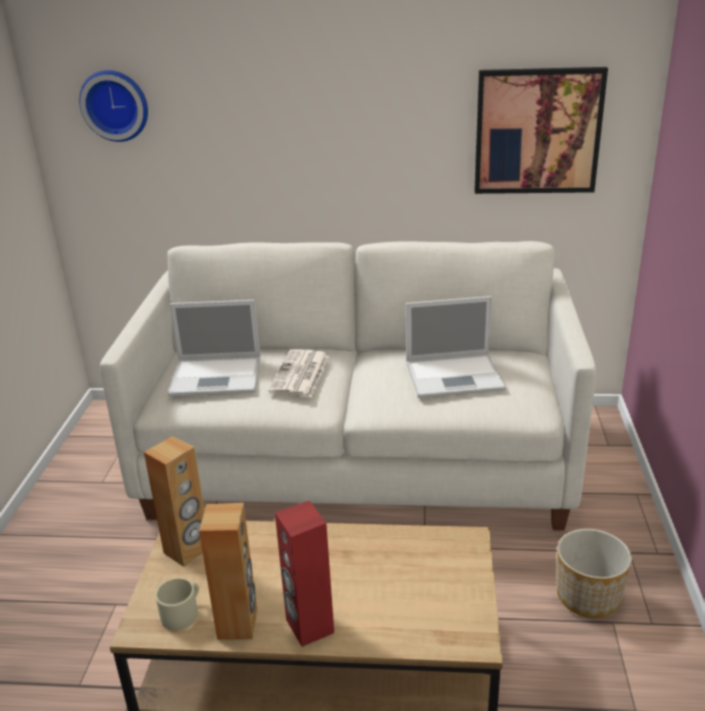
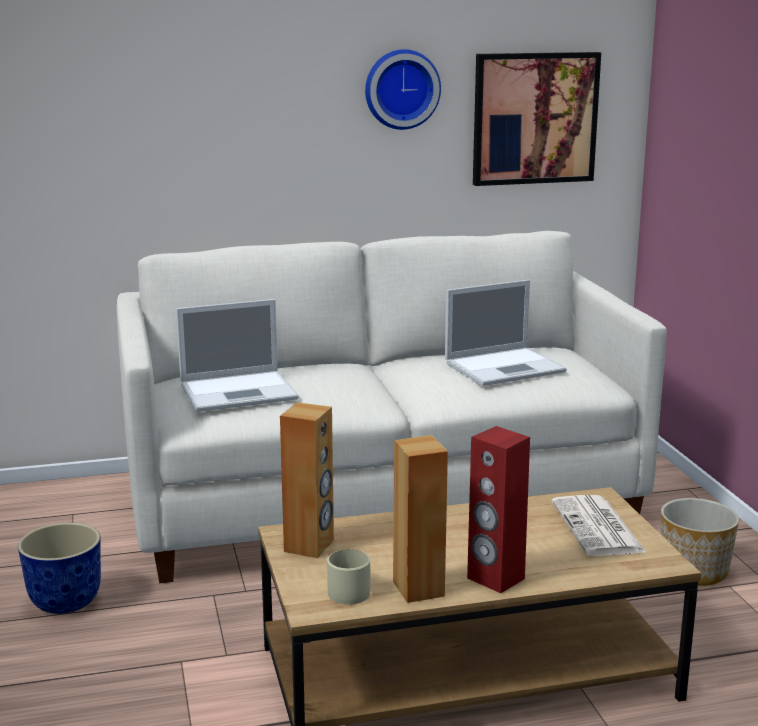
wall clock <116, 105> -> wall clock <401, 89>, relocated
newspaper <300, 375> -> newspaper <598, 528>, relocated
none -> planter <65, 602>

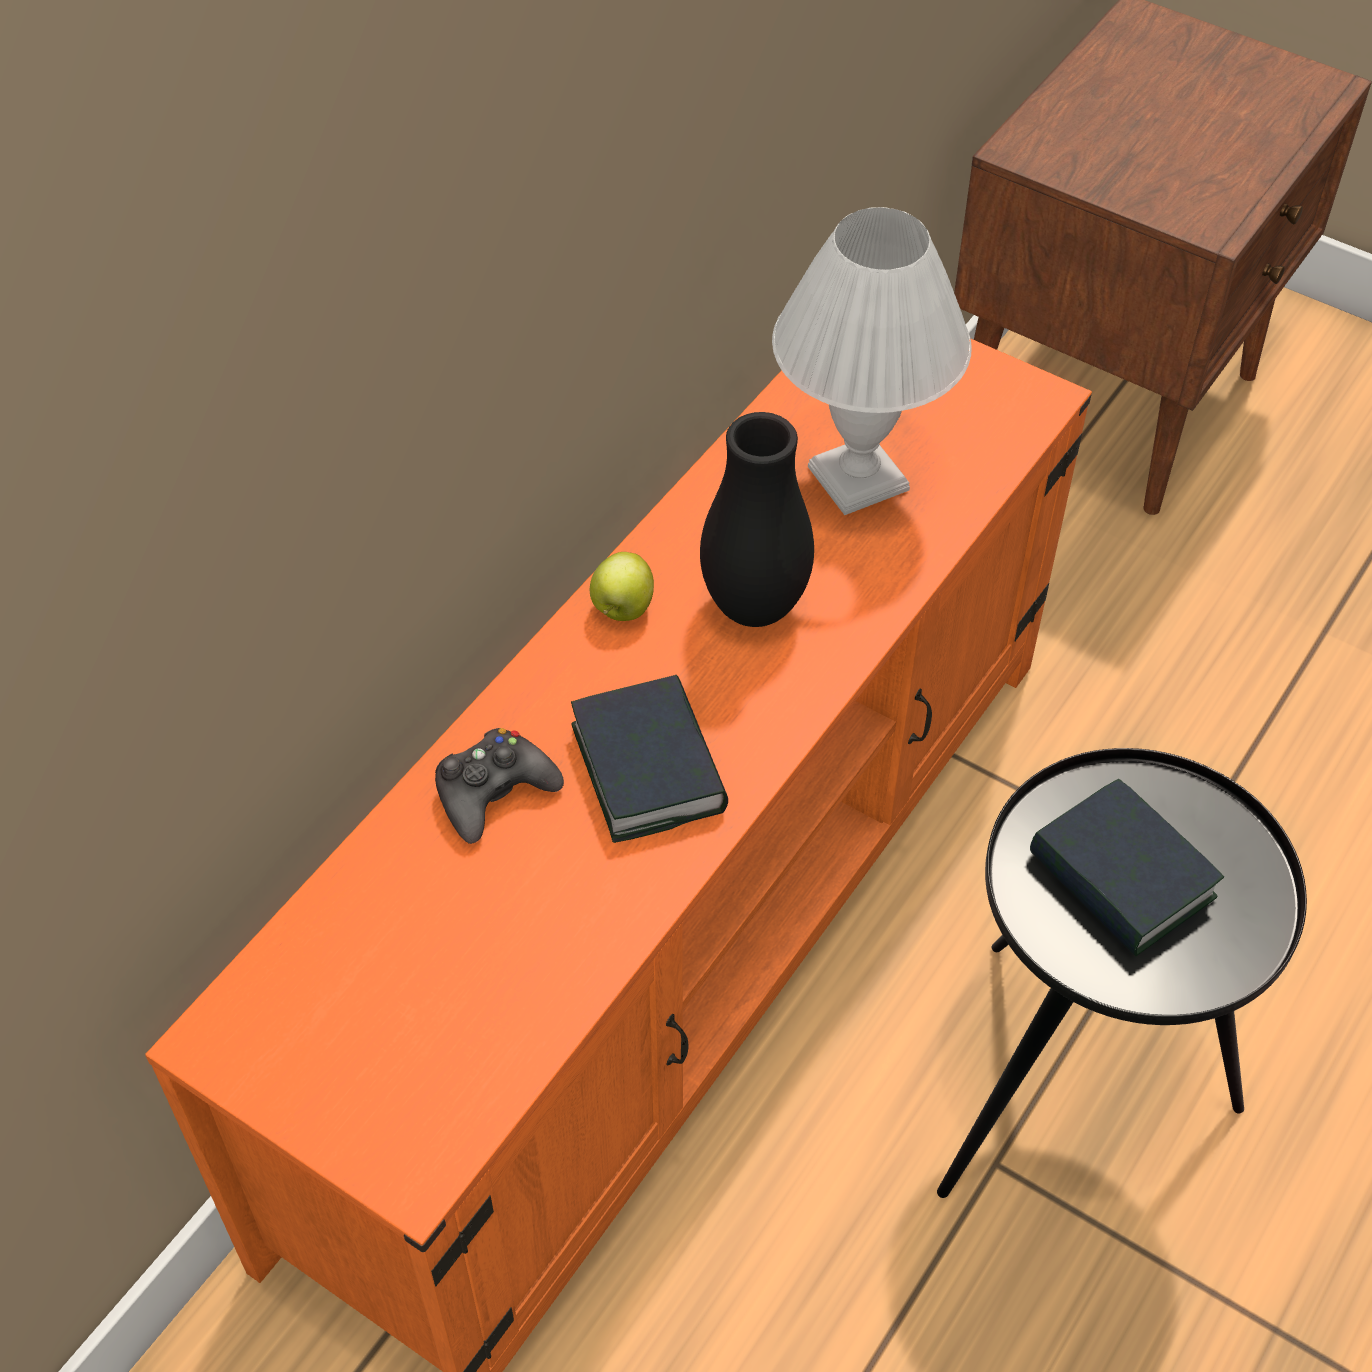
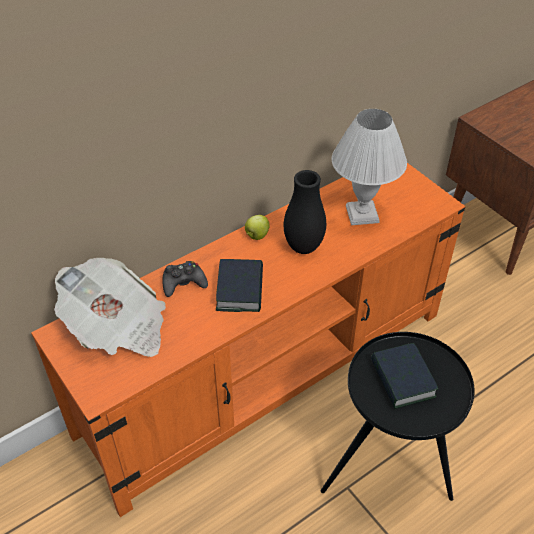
none -> newspaper <117, 327>

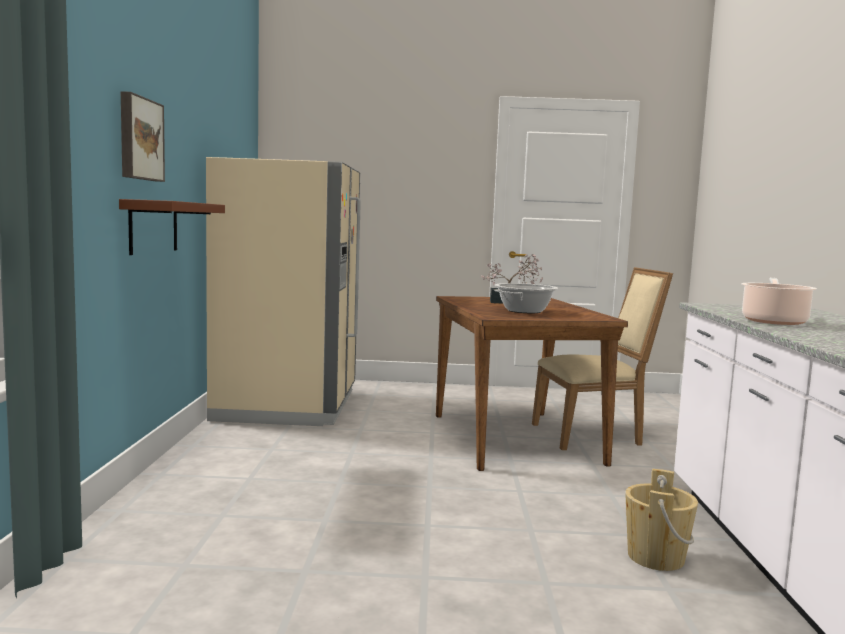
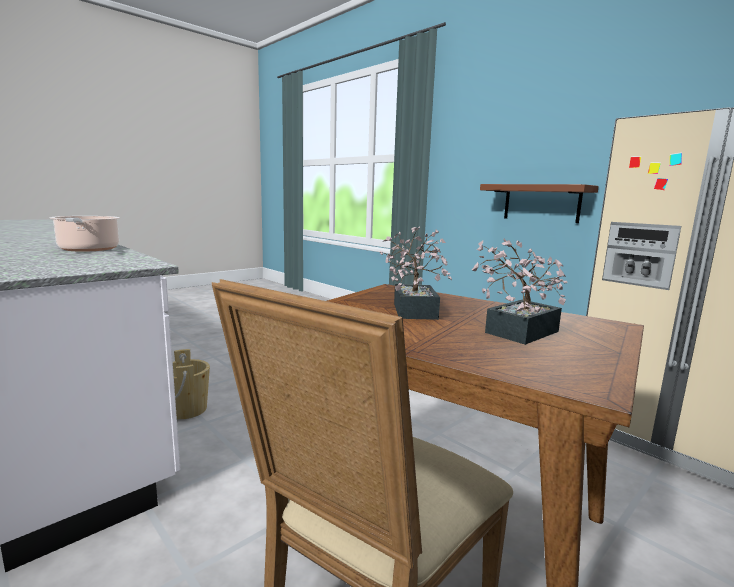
picture <139, 139> -> none
cooking pot <524, 311> -> potted plant <414, 309>

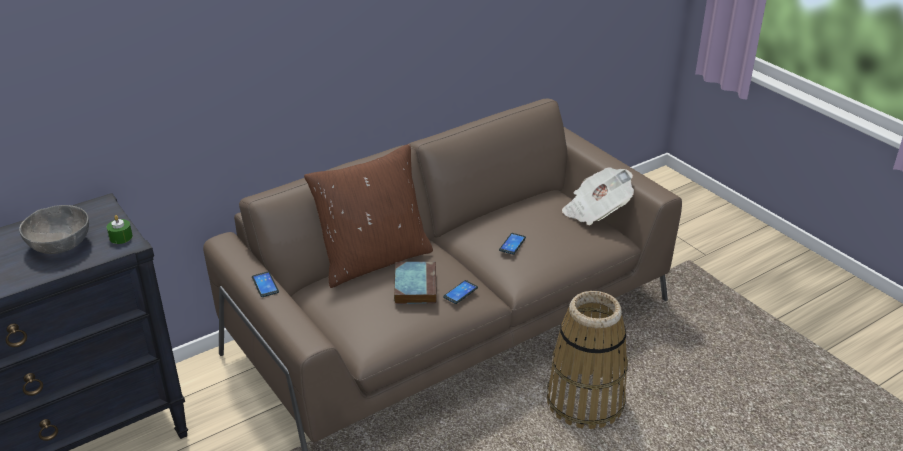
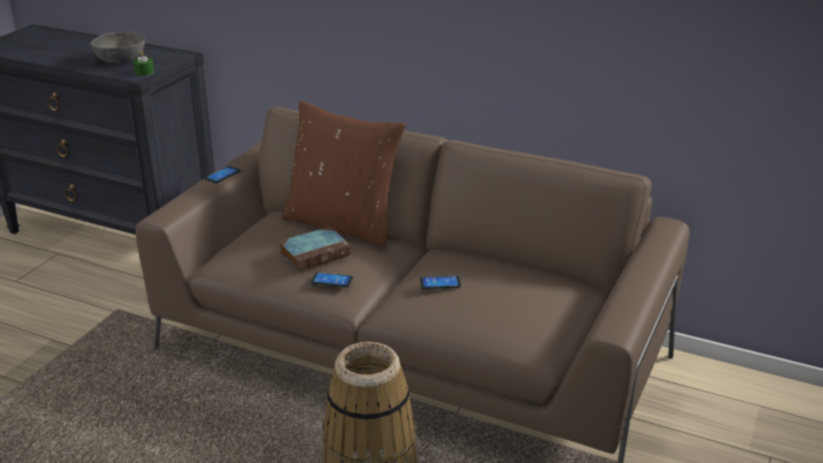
newspaper <596, 211> -> none

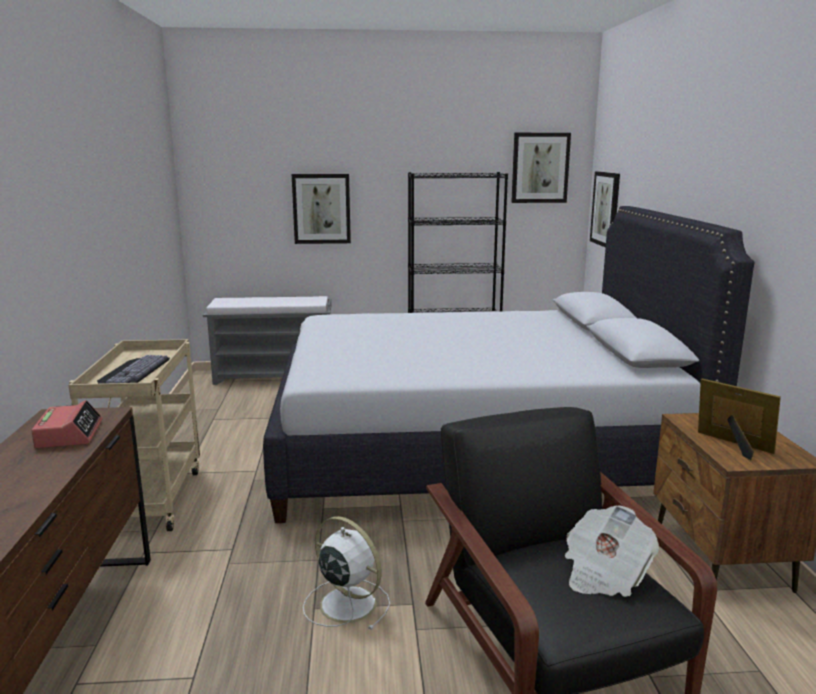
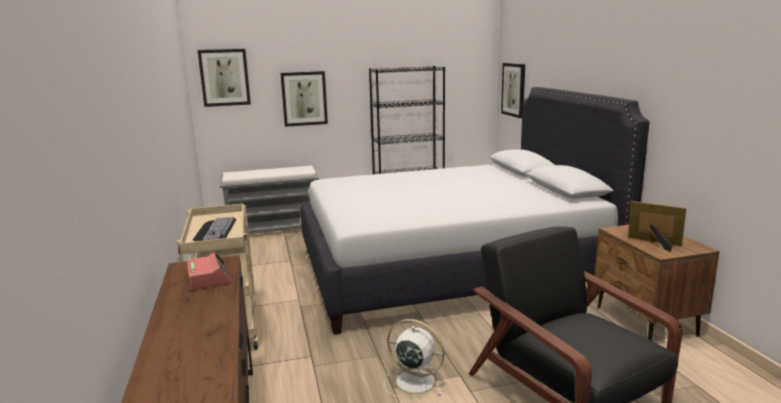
picture <540, 168> -> picture <224, 77>, relocated
newspaper <604, 573> -> none

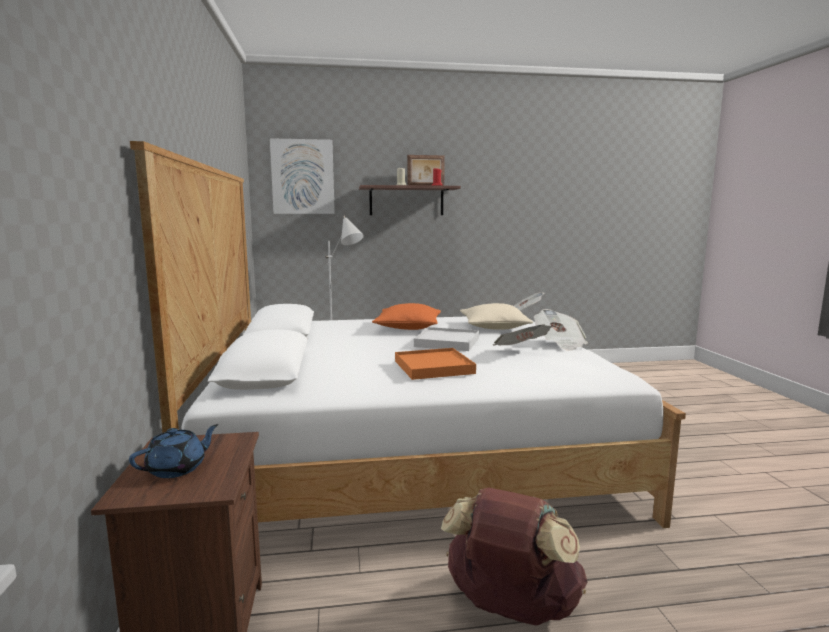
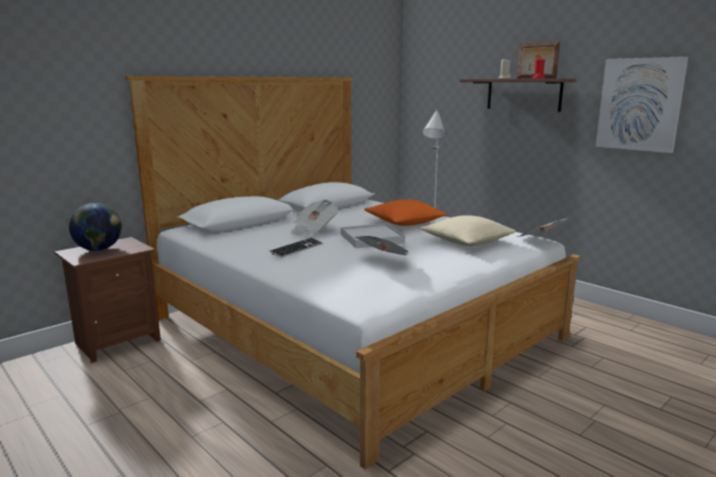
blue teapot <177, 468> -> globe <99, 250>
picture <303, 177> -> picture <639, 104>, relocated
orange tray <433, 367> -> keyboard <297, 249>
brown backpack <510, 608> -> none
newspaper <559, 344> -> newspaper <313, 230>, relocated

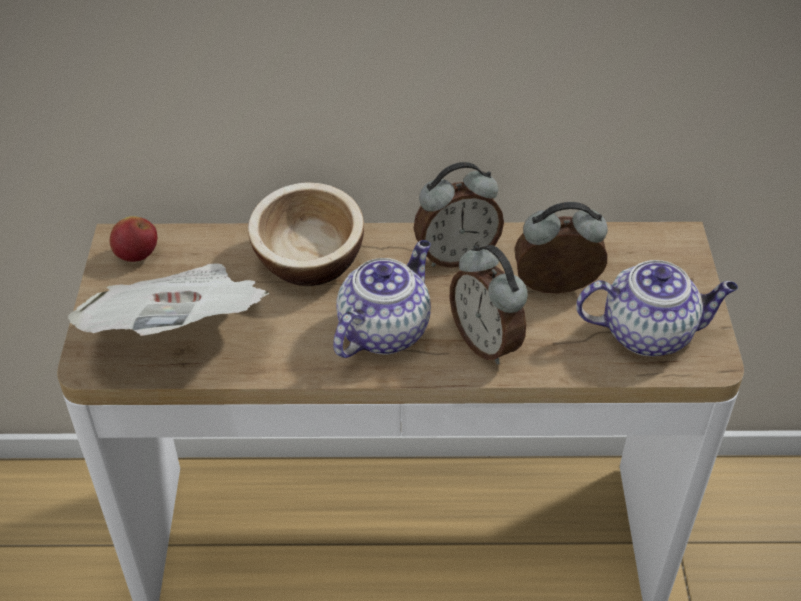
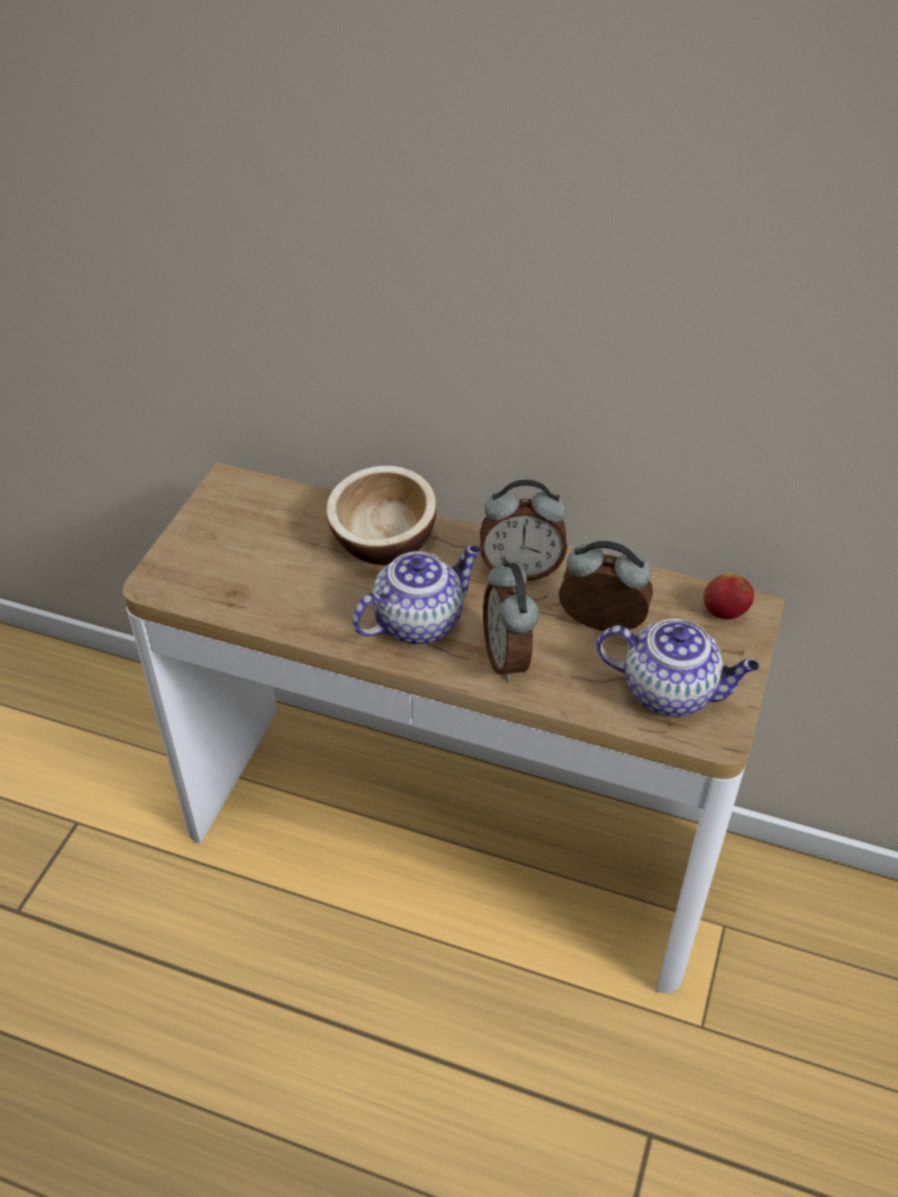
newspaper <181, 333> -> none
apple <137, 255> -> apple <724, 612>, relocated

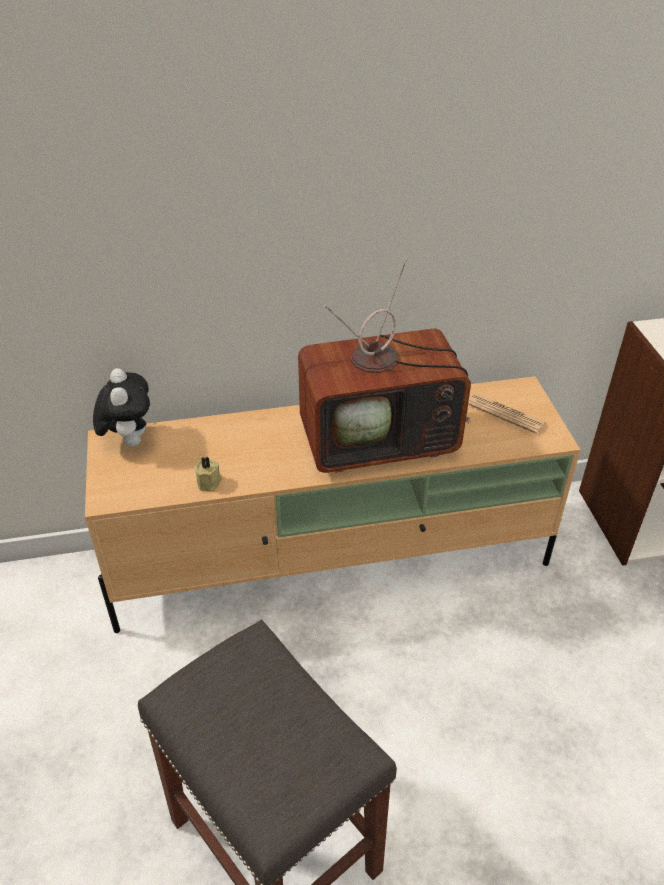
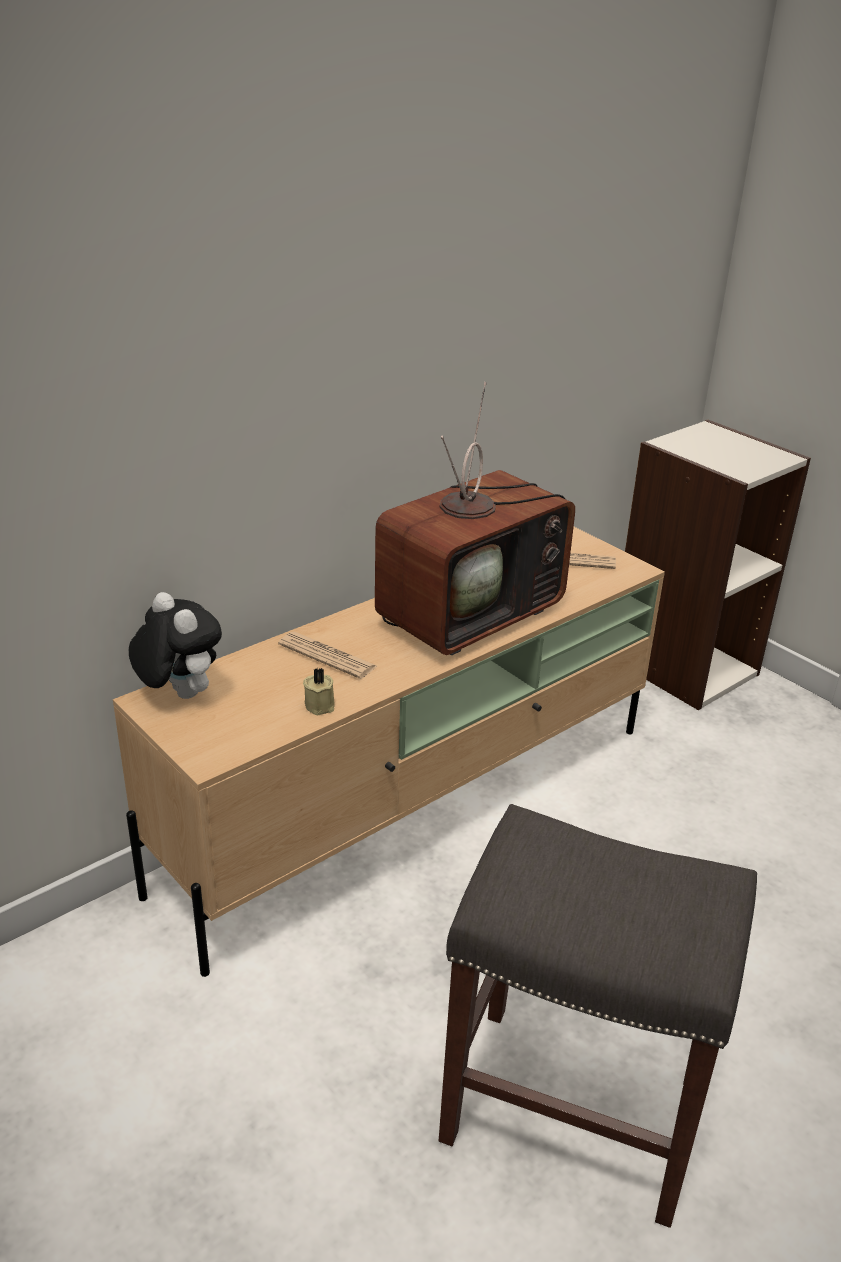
none -> newspaper <327, 656>

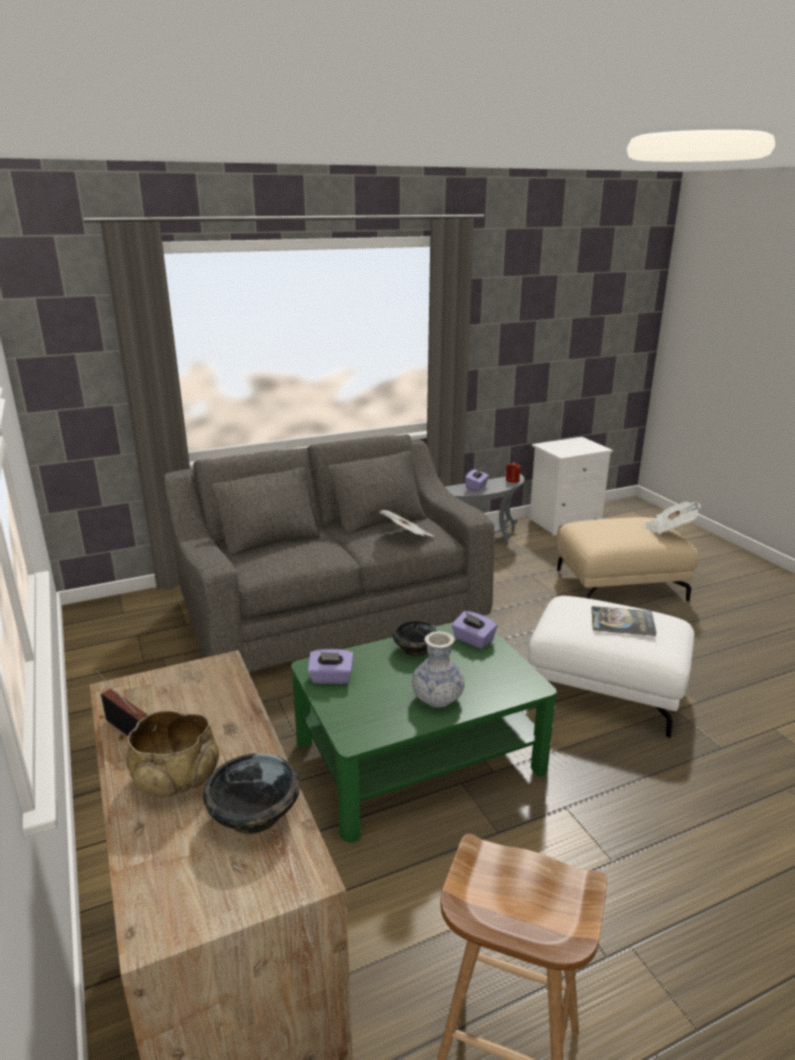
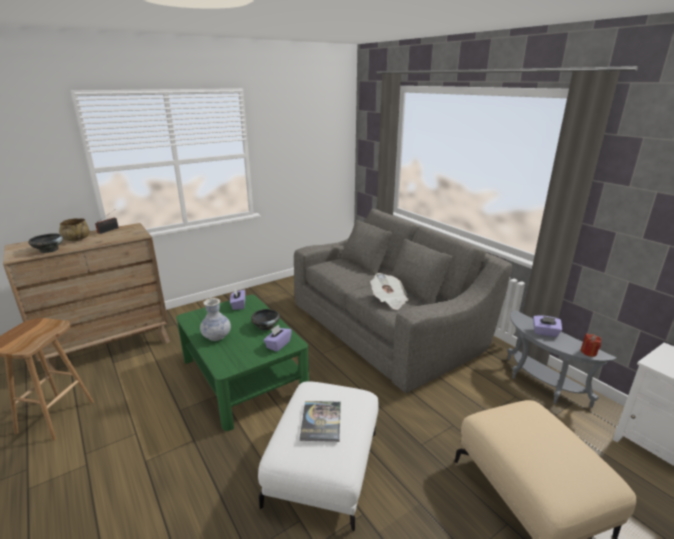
newspaper <669, 529> -> none

